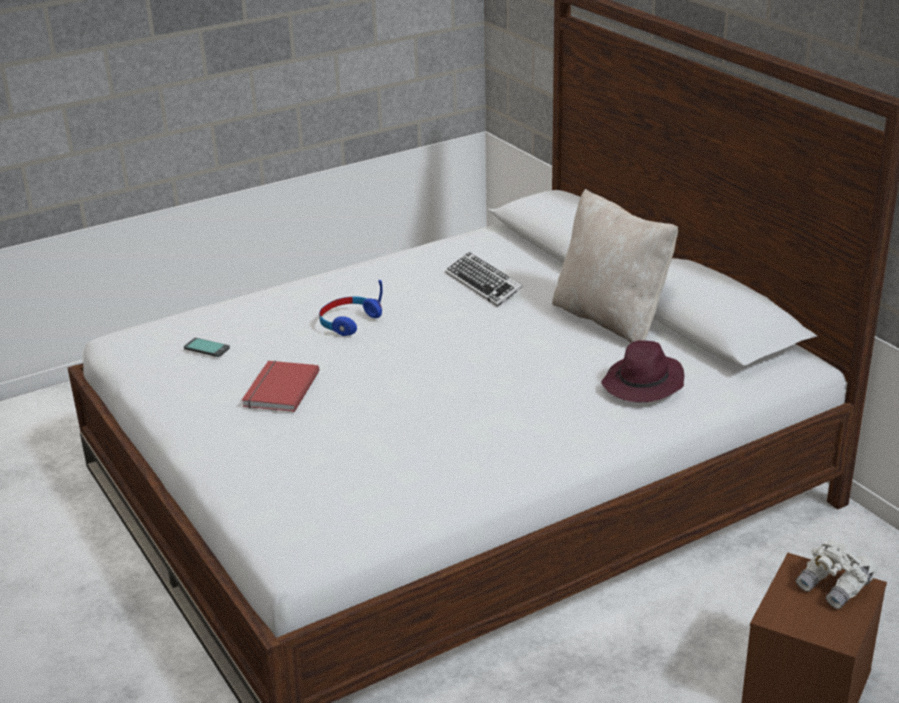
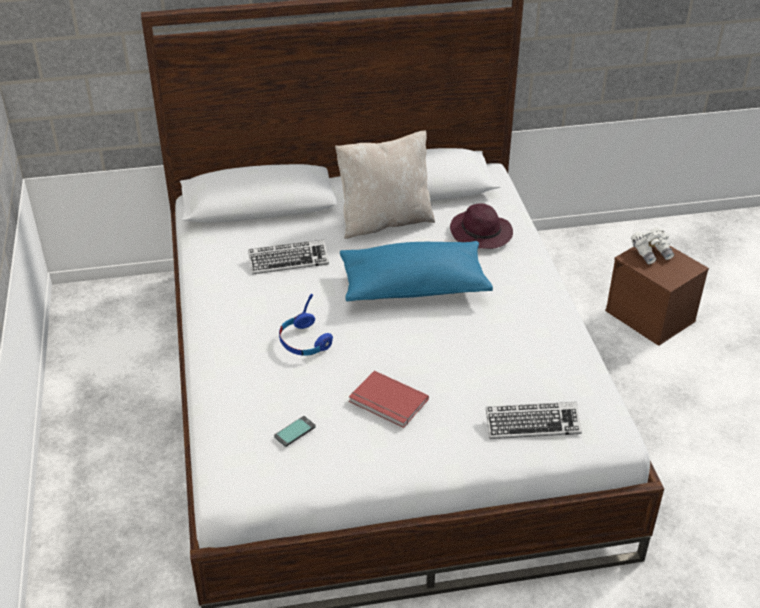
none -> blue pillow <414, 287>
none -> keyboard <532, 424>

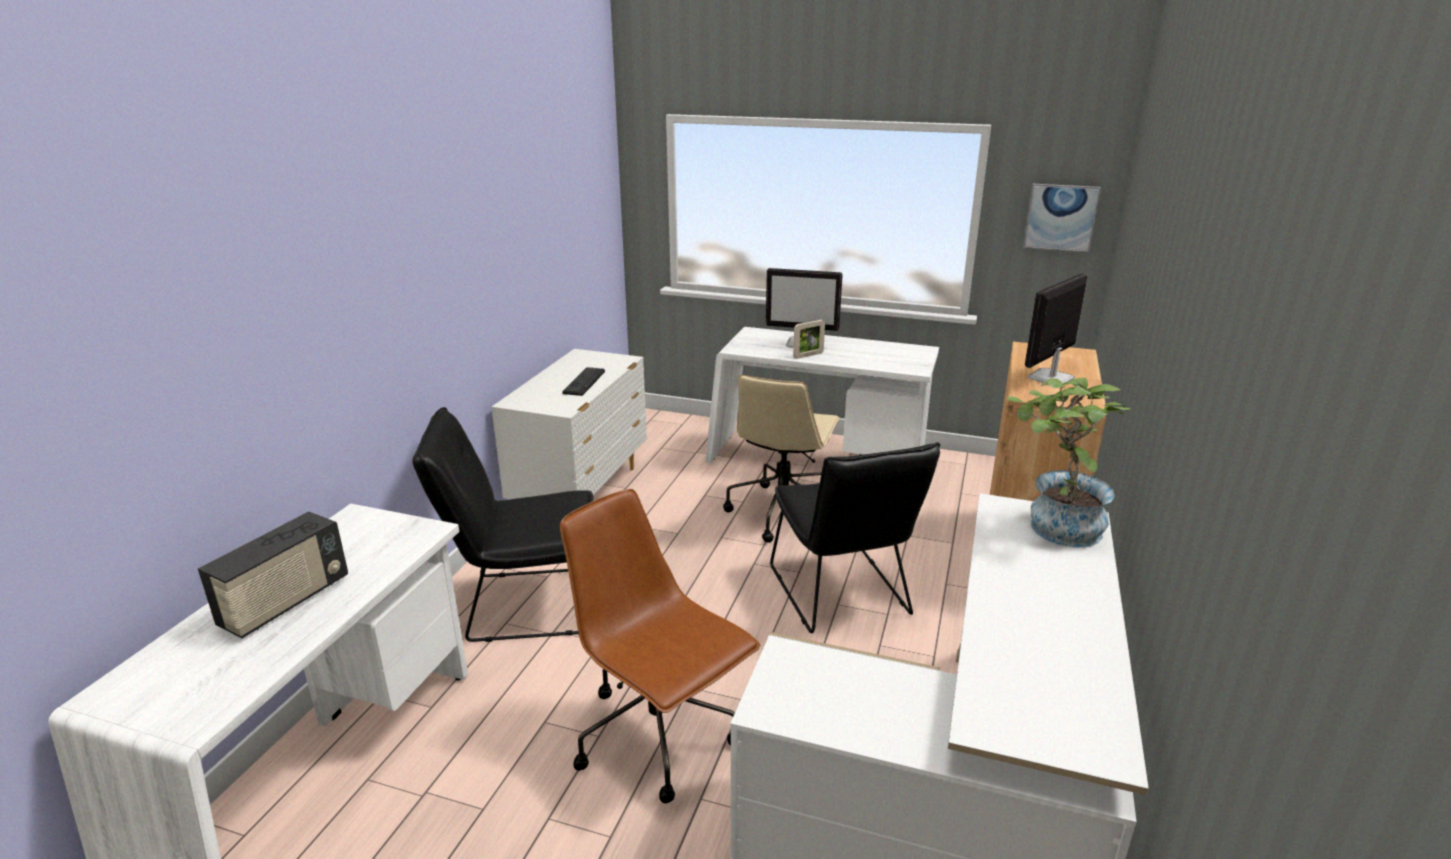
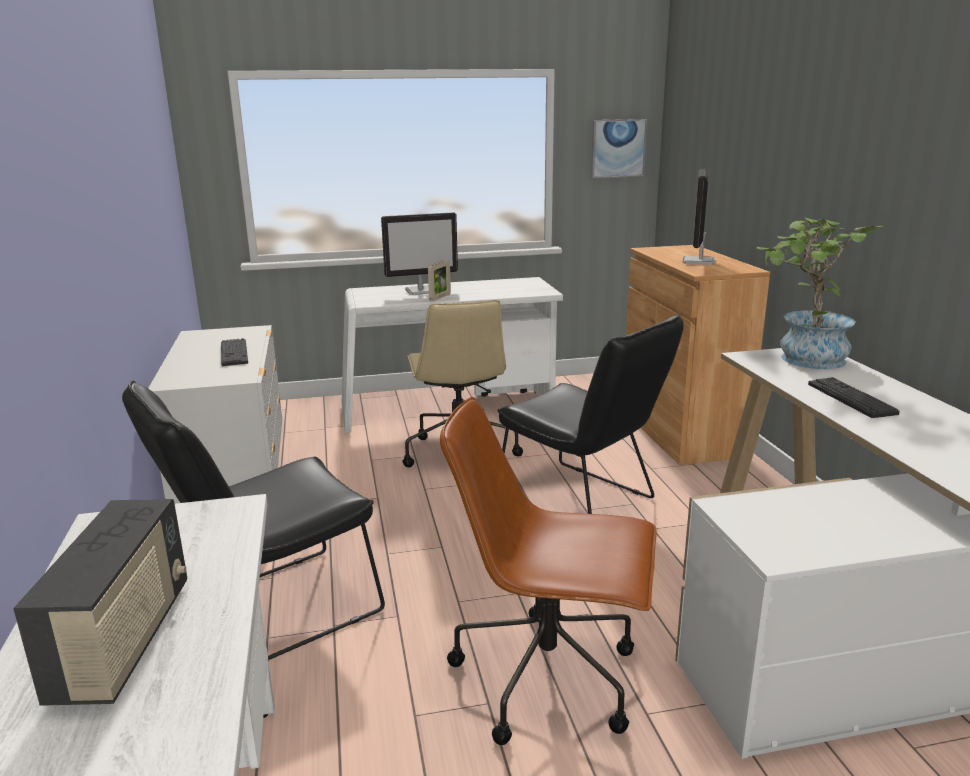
none -> keyboard <851, 398>

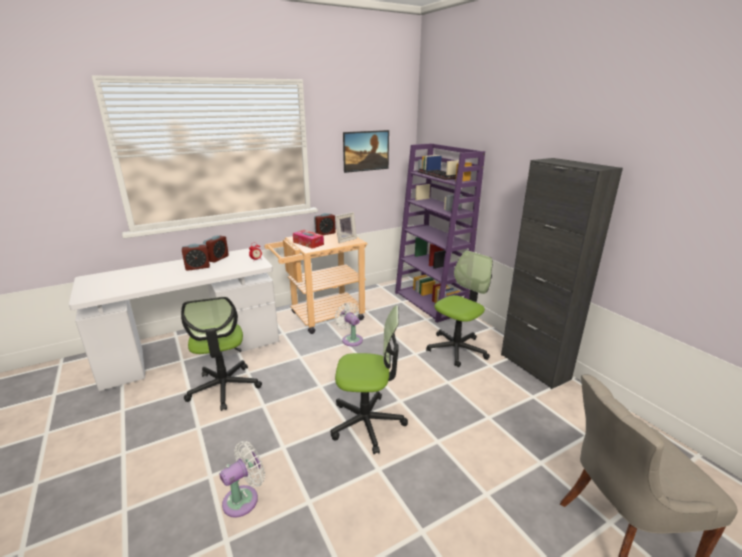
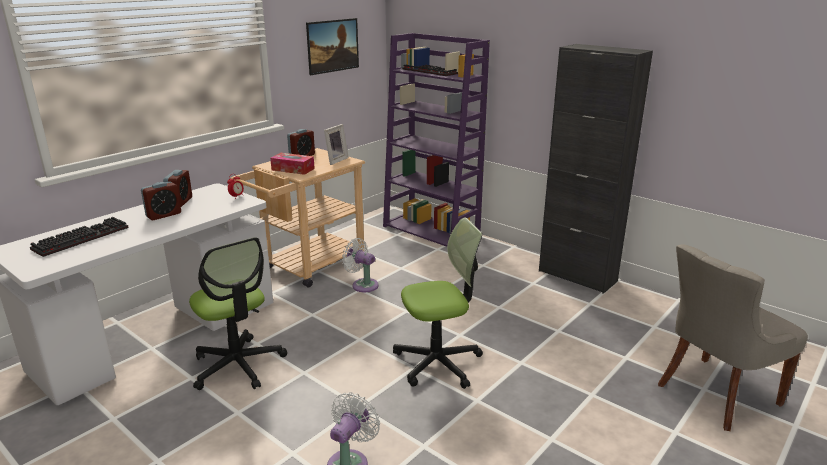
office chair <456, 349> -> none
none -> keyboard <82, 237>

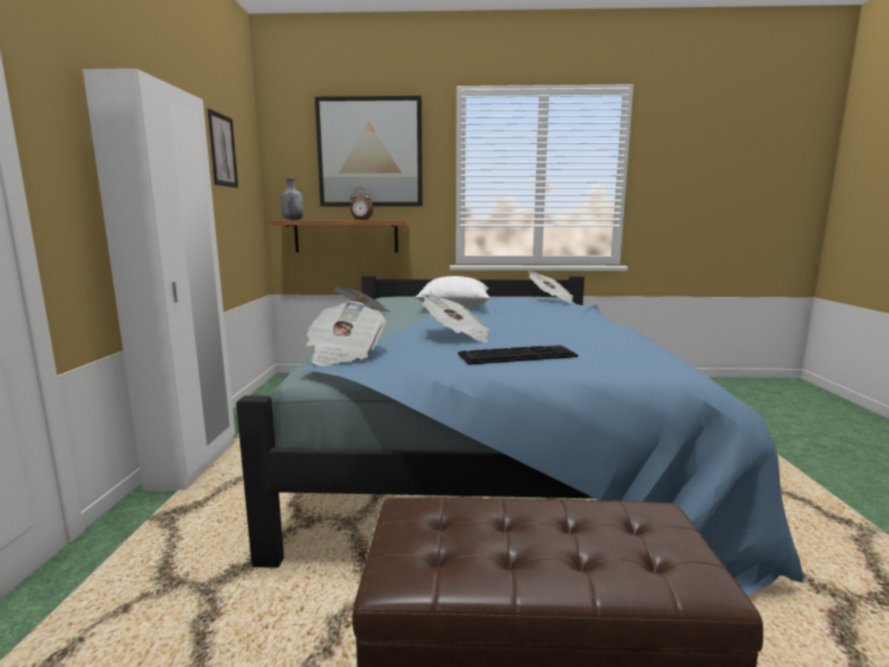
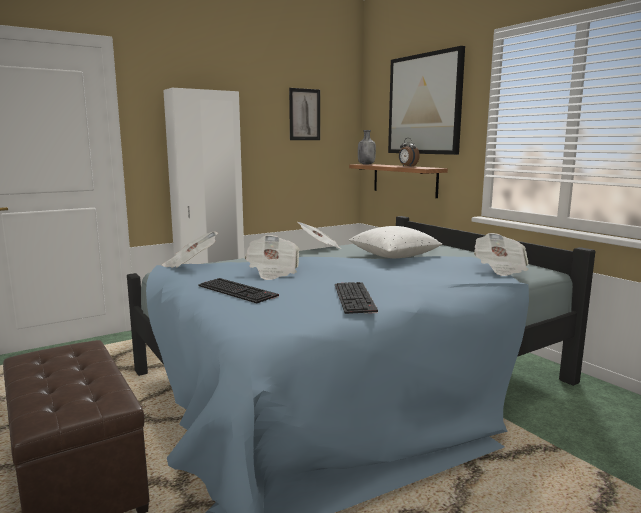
none -> keyboard <356, 298>

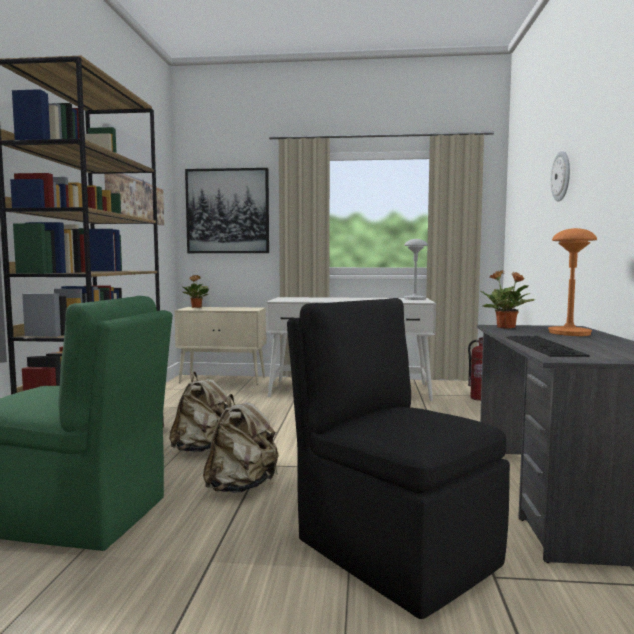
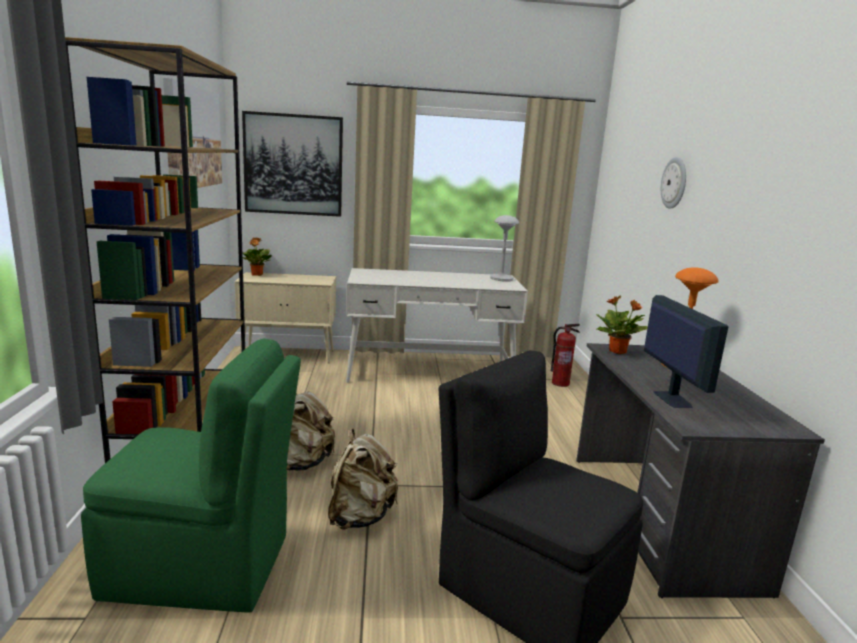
keyboard <546, 346> -> monitor <671, 398>

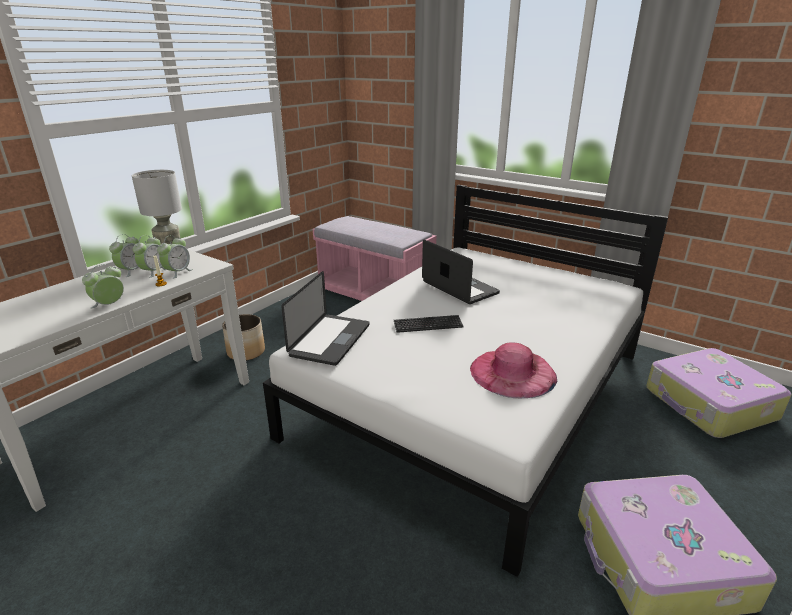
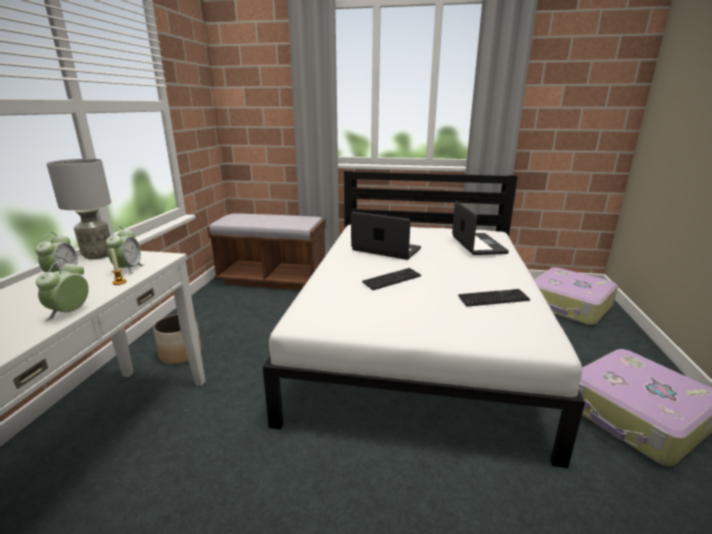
alarm clock <153, 272> -> none
laptop <330, 340> -> laptop <478, 245>, relocated
pink bench <374, 293> -> brown bench <273, 279>
pink hat <512, 372> -> keyboard <493, 299>

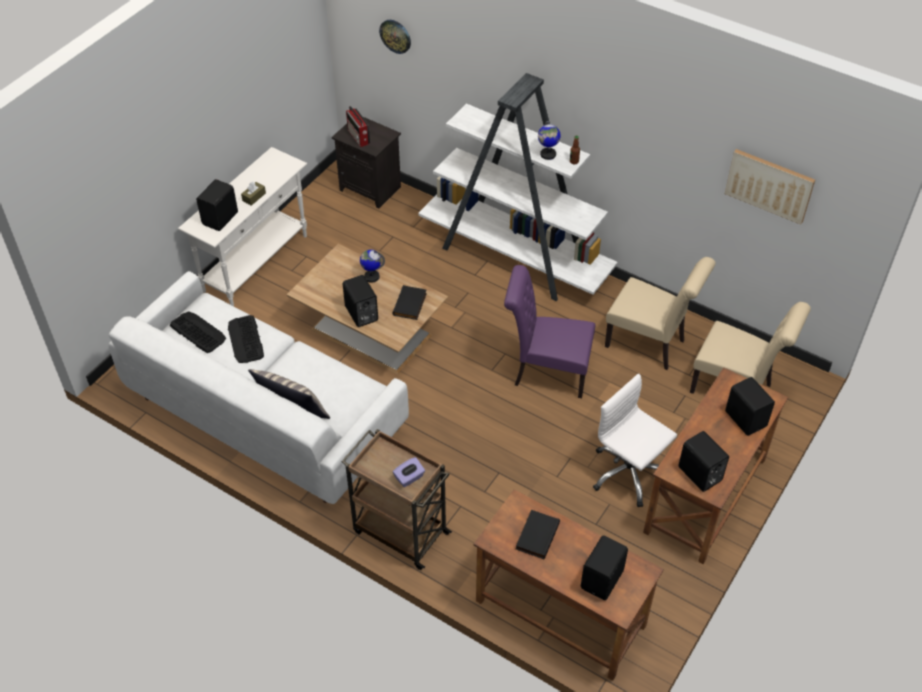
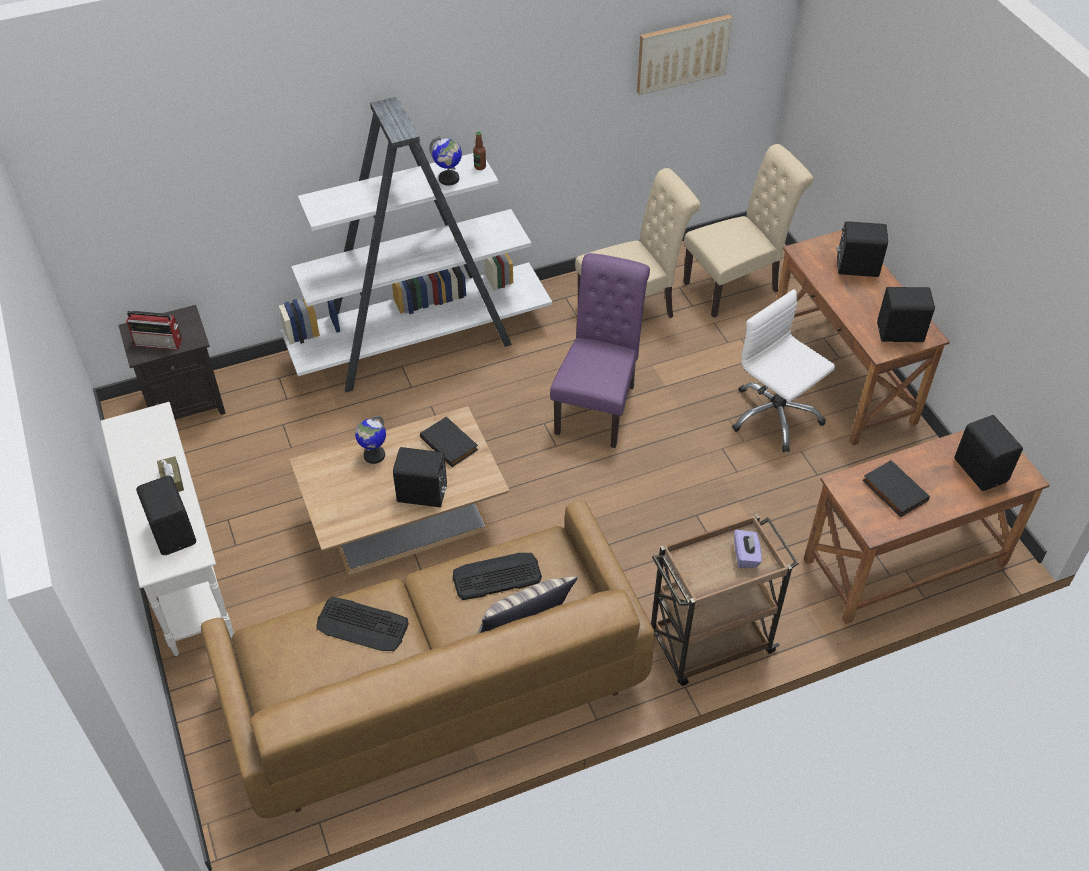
white sofa <263, 414> -> brown sofa <435, 690>
keyboard <198, 332> -> keyboard <496, 576>, relocated
wall clock <395, 36> -> none
purple chair <546, 372> -> purple chair <598, 405>, 150 degrees clockwise
white office chair <628, 473> -> white office chair <775, 416>, 60 degrees clockwise

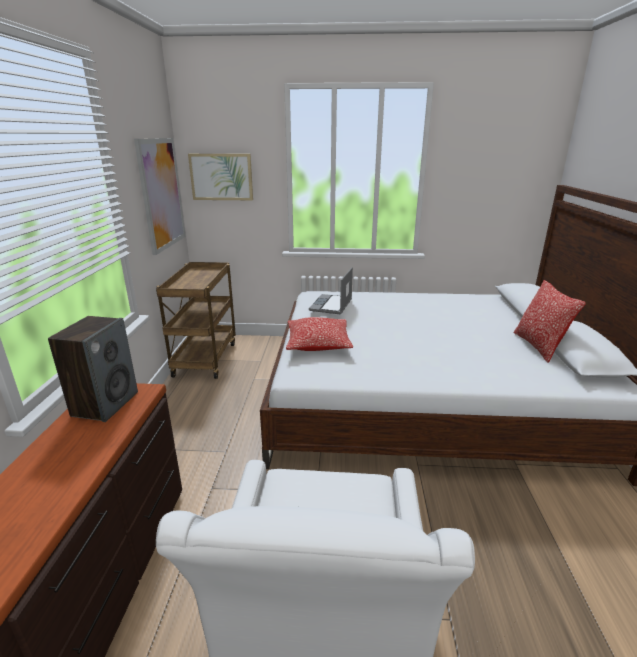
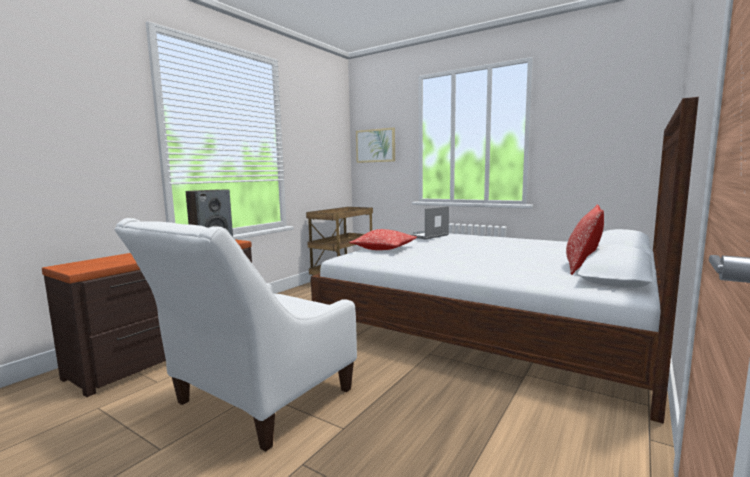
picture <161, 194> -> none

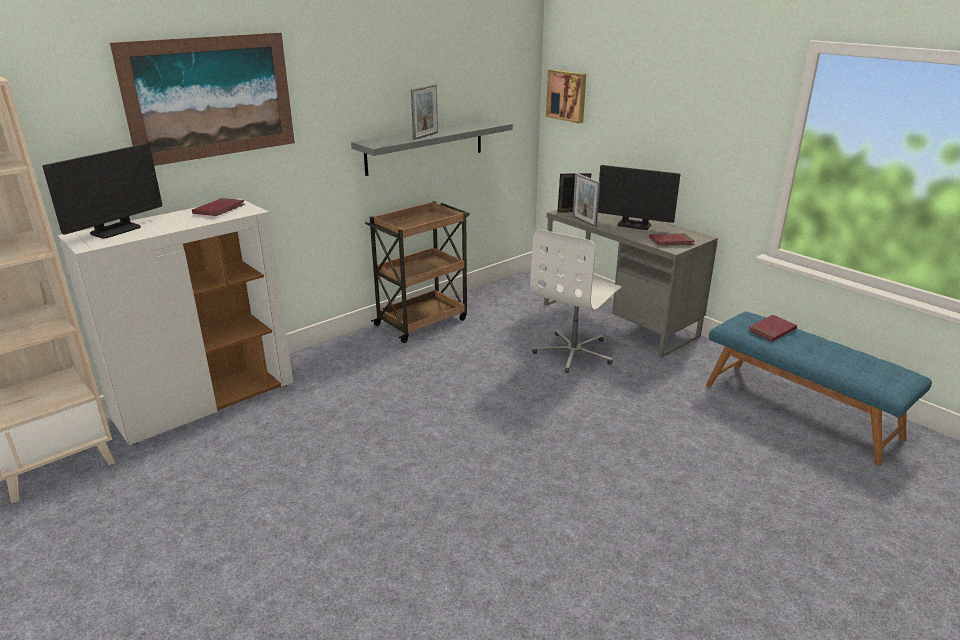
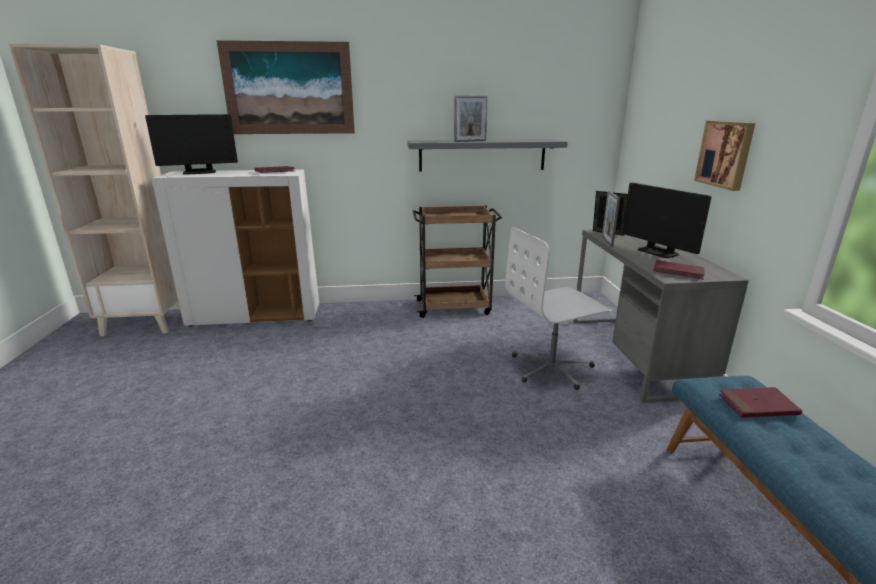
picture <567, 95> -> picture <725, 154>, relocated

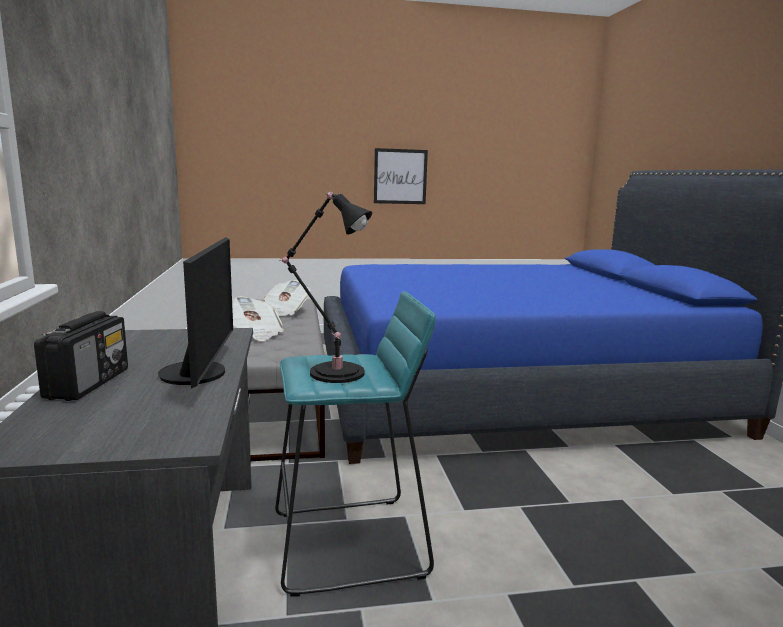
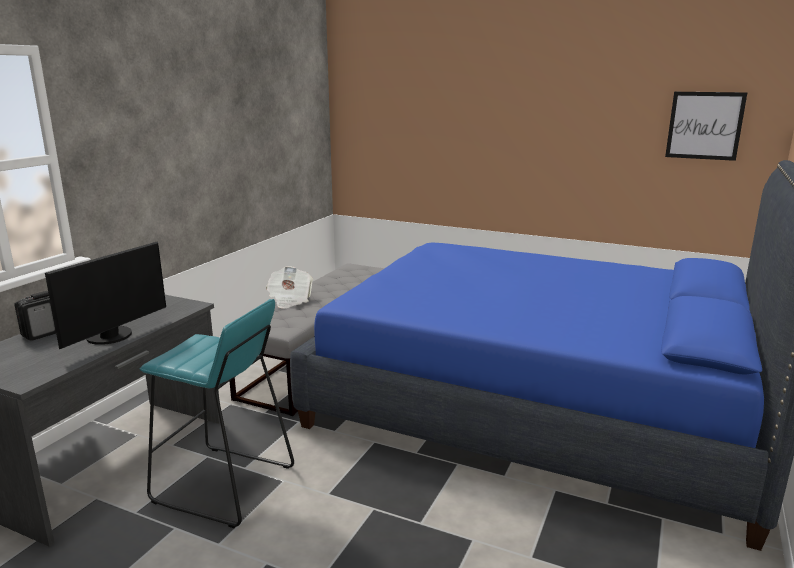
newspaper <284, 312> -> none
black table lamp <333, 372> -> none
picture <400, 176> -> picture <704, 125>, relocated

